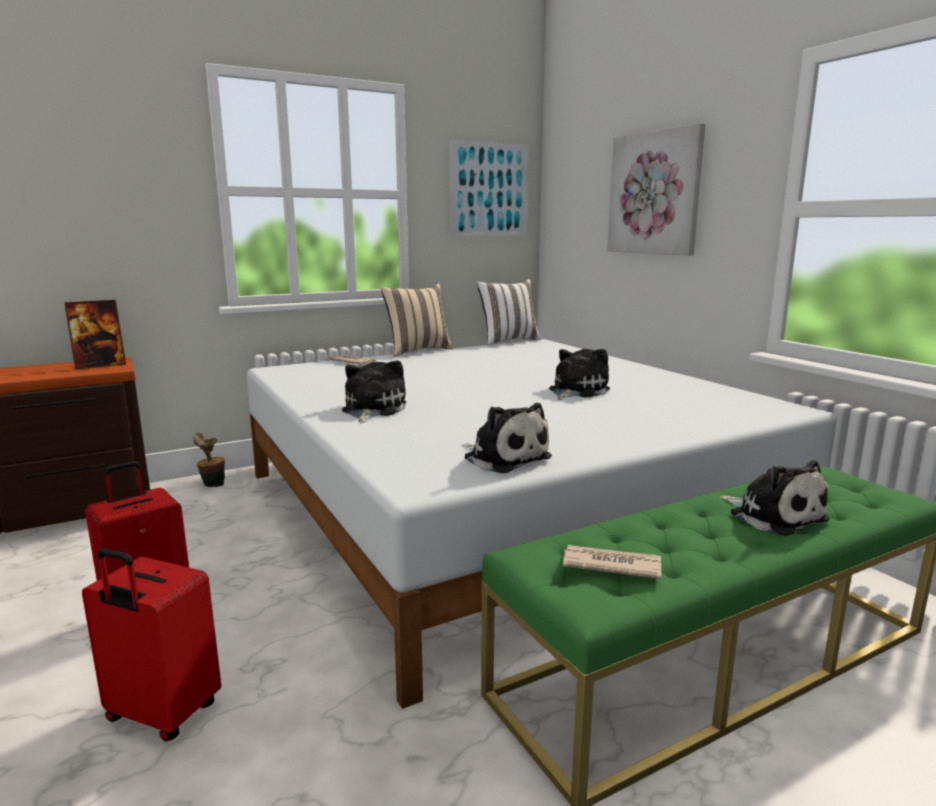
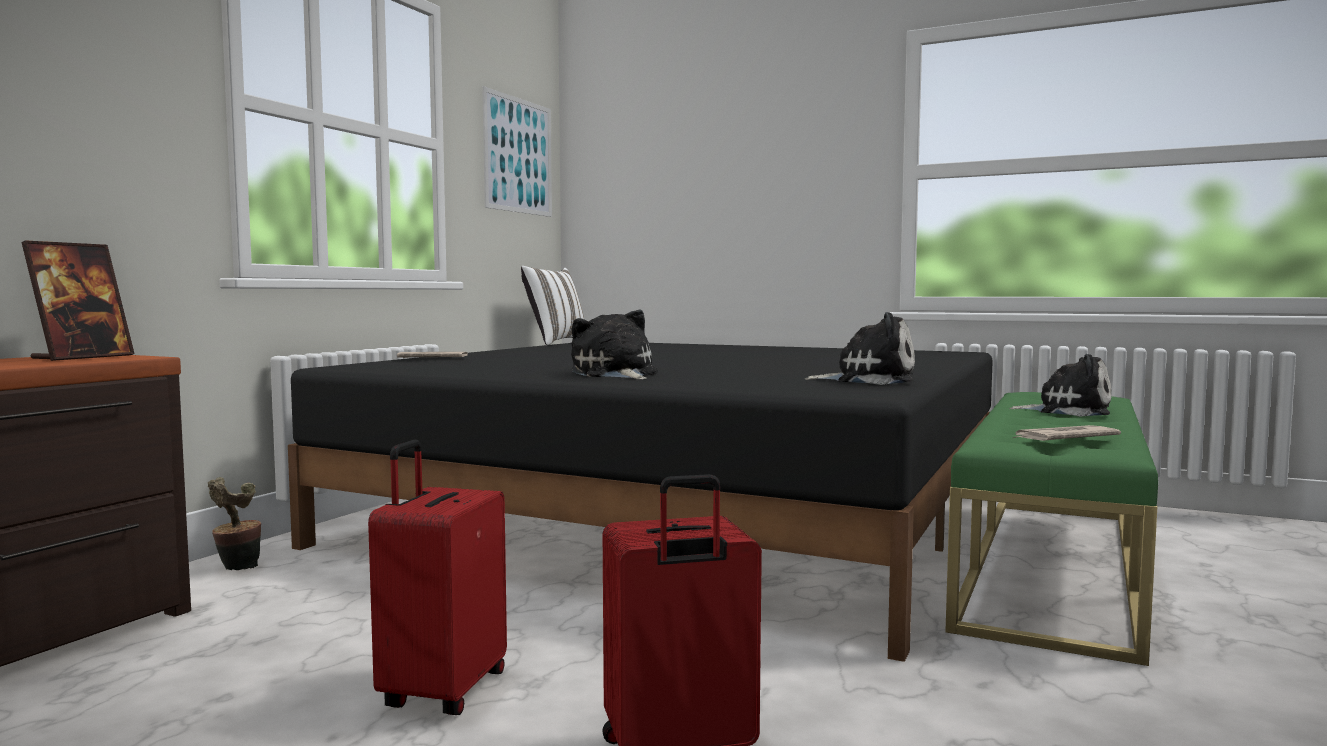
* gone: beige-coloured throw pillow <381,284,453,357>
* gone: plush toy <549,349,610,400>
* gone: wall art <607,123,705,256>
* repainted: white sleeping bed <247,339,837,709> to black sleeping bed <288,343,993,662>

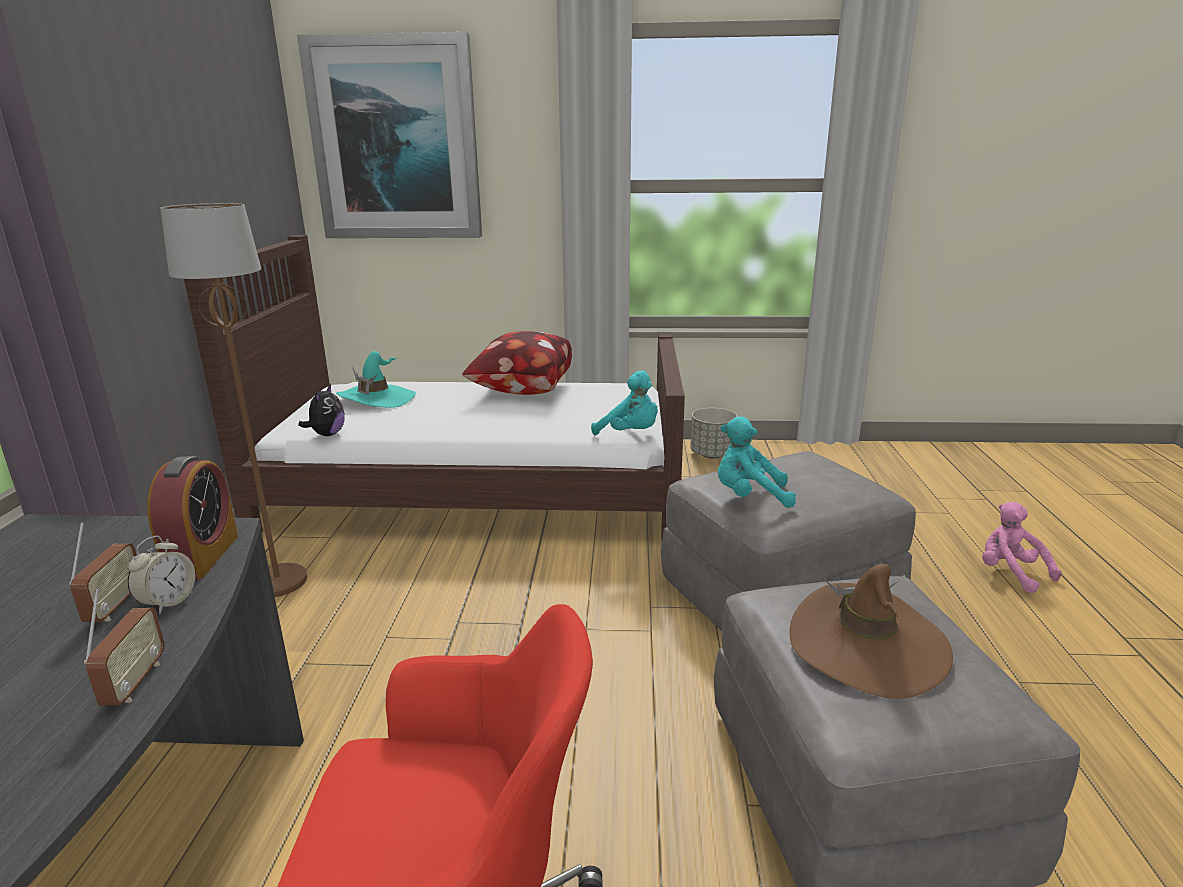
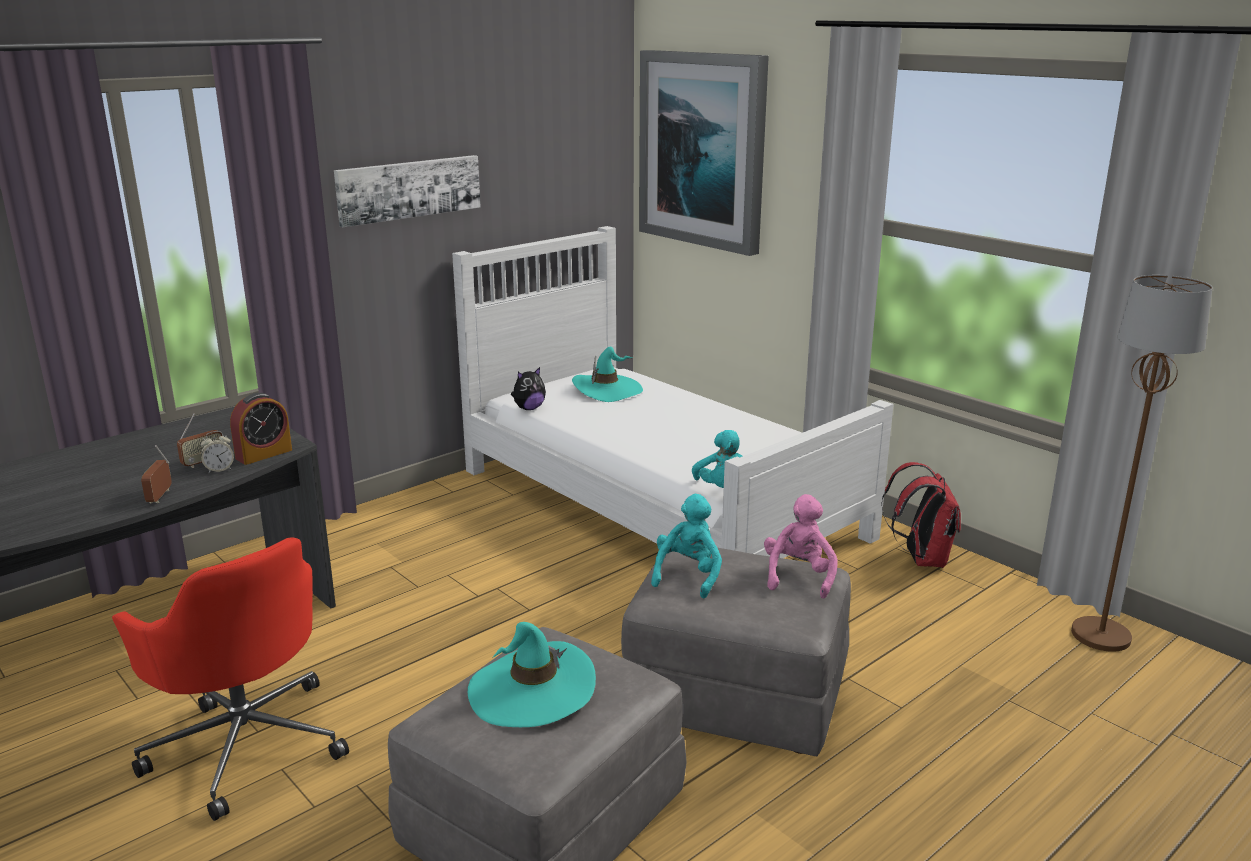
* gone: throw pillow <462,331,572,395>
* new: wall art <334,155,481,227>
* shifted: brown-coloured standing lamp <160,203,307,597> to <1071,275,1213,652>
* shifted: pinkish plush toy <982,502,1062,593> to <764,494,838,599>
* swapped: greyish planter <690,408,738,459> to red backpack <881,462,961,568>
* repainted: brown-coloured sleeping bed <184,235,685,541> to white sleeping bed <452,226,894,558>
* repainted: brown-coloured wearable hat <790,564,953,699> to blue-green wearable hat <468,622,596,727>
* rotated: radio set <84,589,165,706> = <141,445,172,503> 135 degrees clockwise
* rotated: blue-green plush toy <718,416,796,508> = <651,494,722,598> 60 degrees clockwise

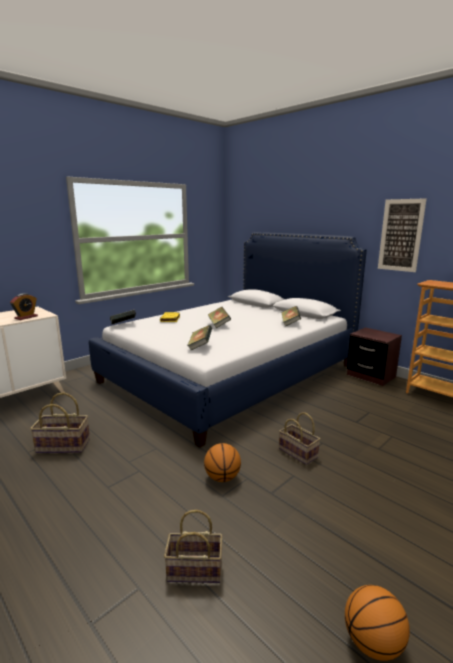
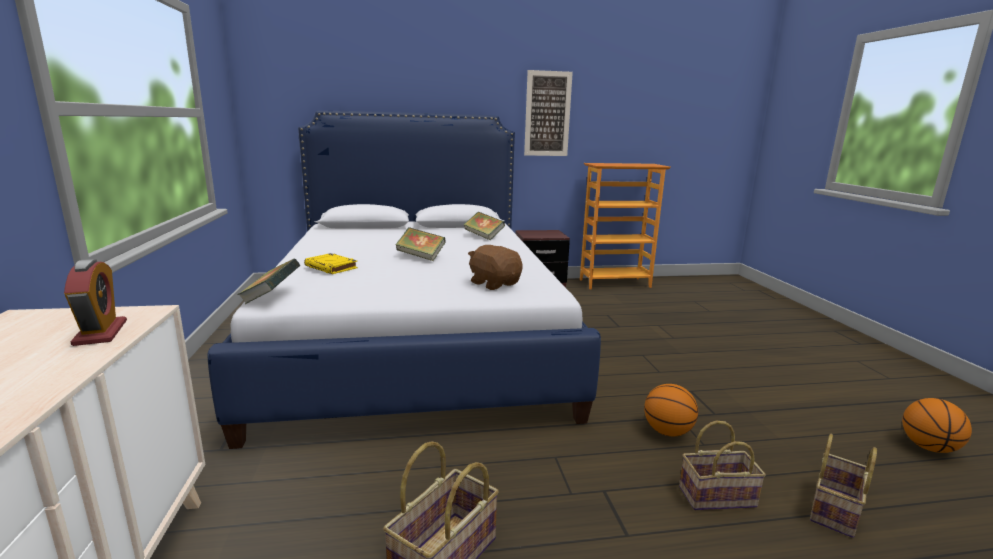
* shifted: storage basket <279,412,320,465> to <679,420,766,510>
* swapped: book <187,325,212,350> to brown-coloured plush toy <468,245,523,290>

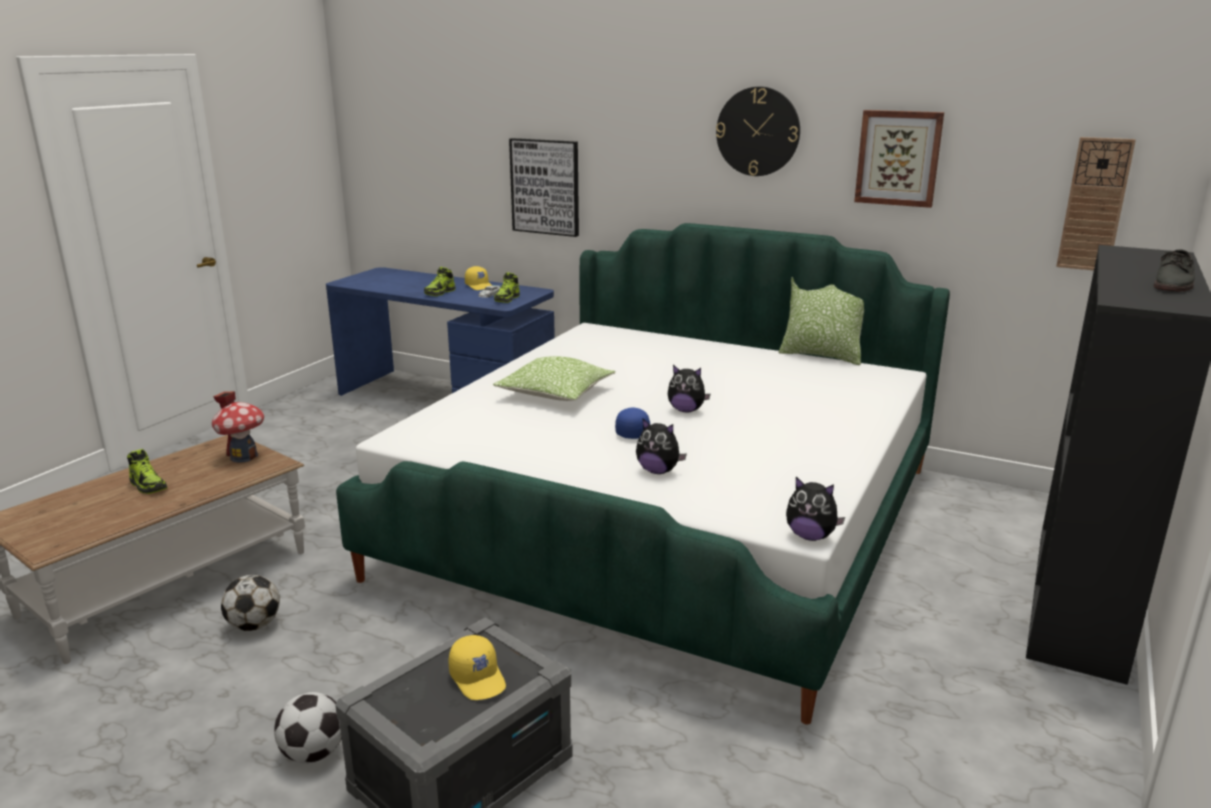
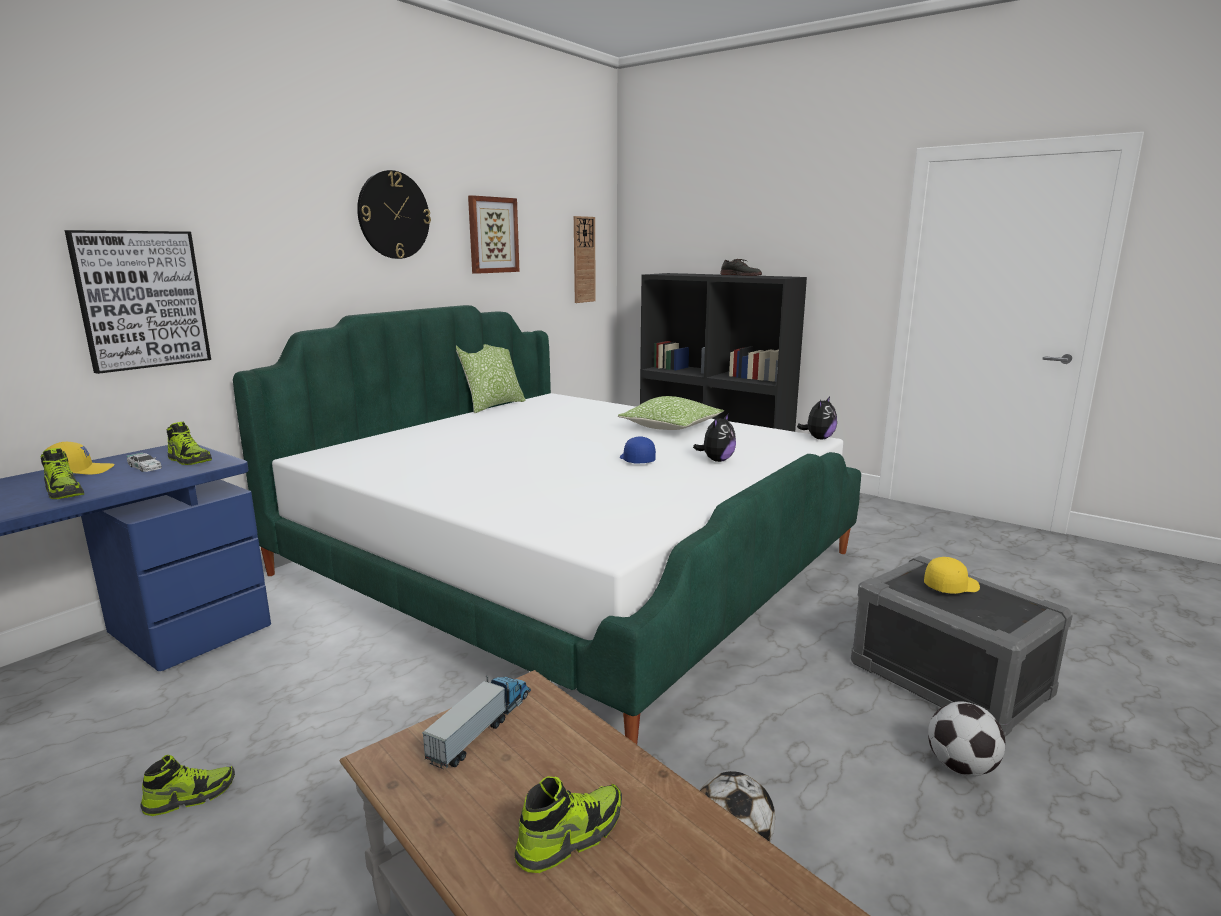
* gone: plush toy <668,365,710,412>
* new: shoe <141,755,235,816>
* shifted: throw pillow <493,356,616,401> to <618,396,724,430>
* swapped: miniature house <212,391,264,463> to toy truck <422,676,531,769>

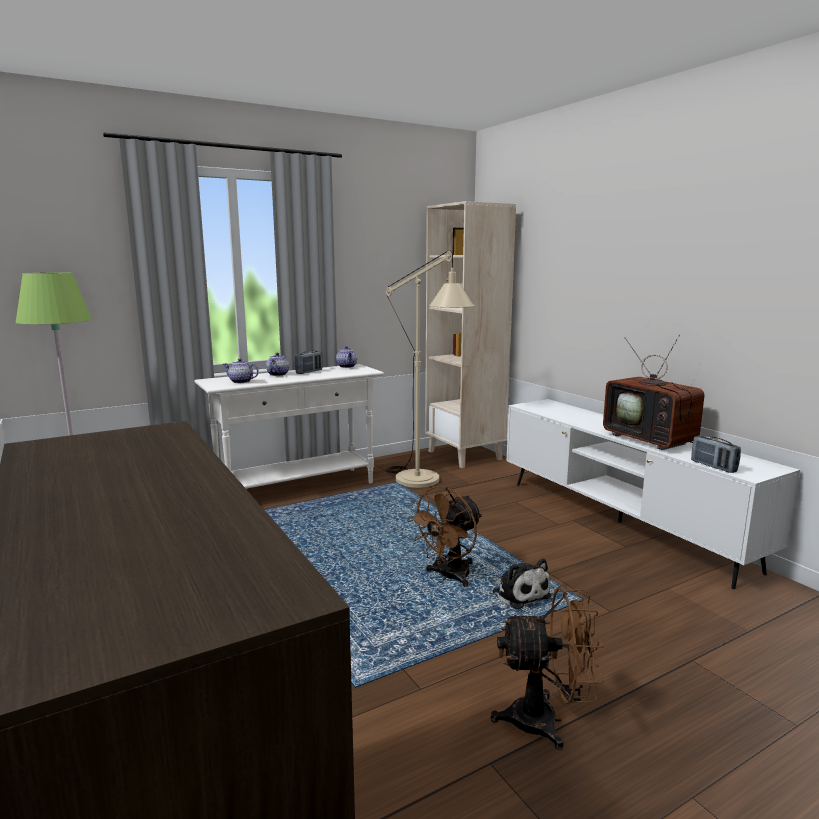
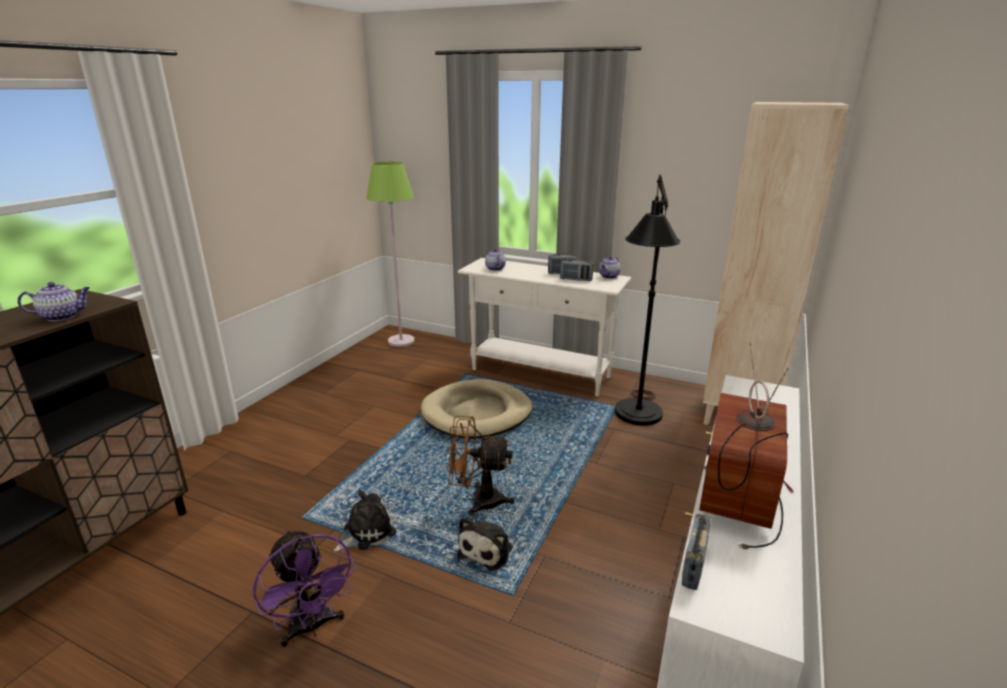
* new: plush toy <334,490,397,552>
* new: beige-coloured pet bed <421,379,532,439>
* new: radio set <560,259,593,281>
* shifted: tea pot <266,353,289,376> to <17,282,90,321>
* repainted: beige-coloured standing lamp <386,250,475,488> to black standing lamp <615,174,680,426>
* repainted: brown-coloured electric fan <490,587,603,750> to purple electric fan <253,530,357,647>

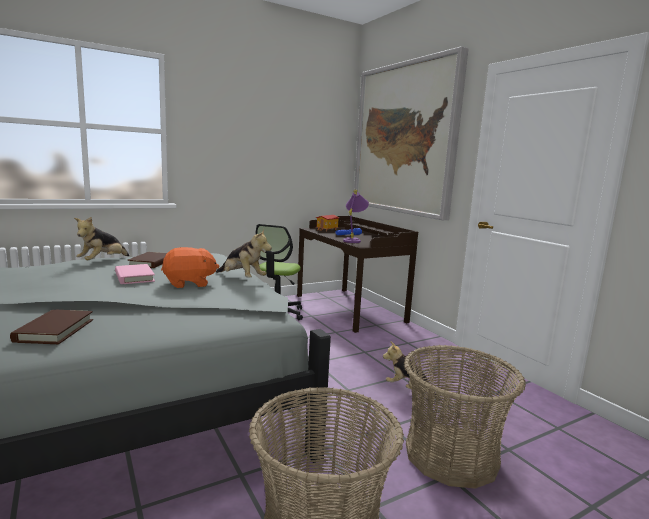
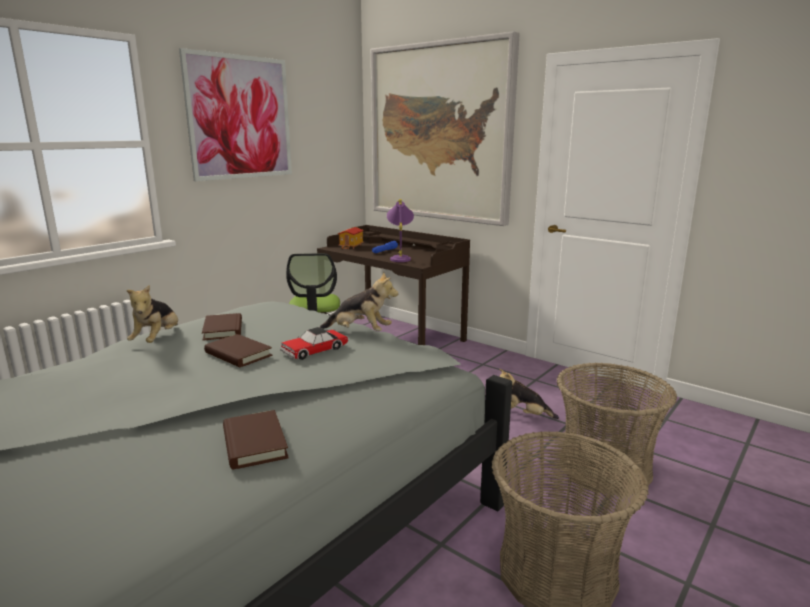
* new: wall art <179,48,292,181>
* swapped: orange-coloured plush toy <161,247,220,288> to miniature car <280,327,348,360>
* repainted: pinkish book <115,264,155,284> to brown-coloured book <204,334,272,367>

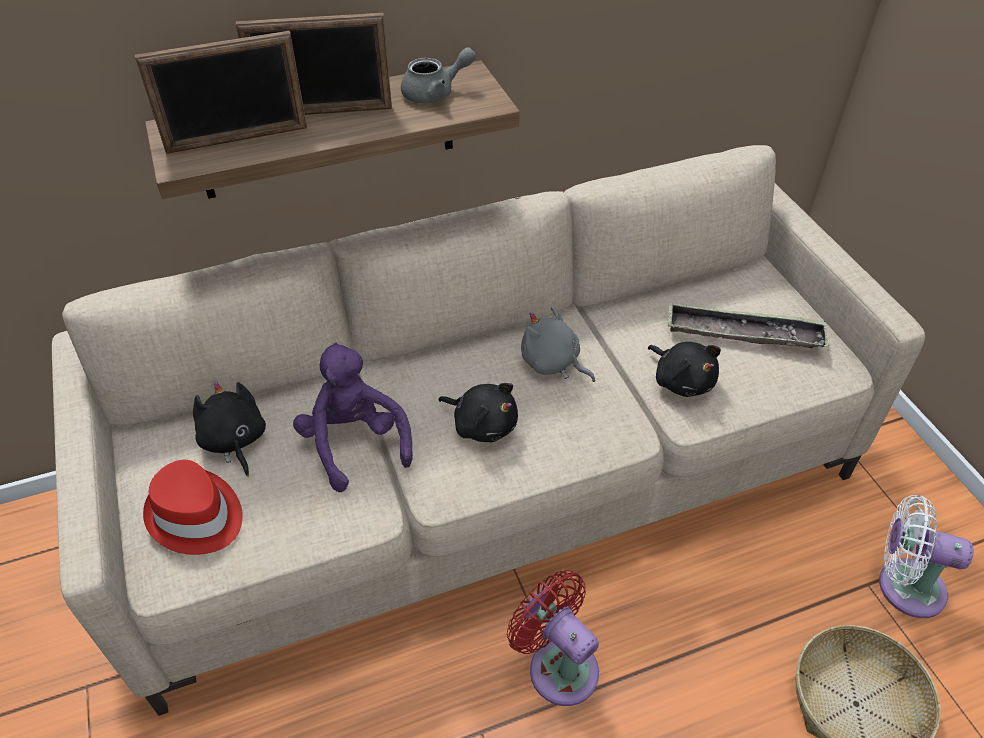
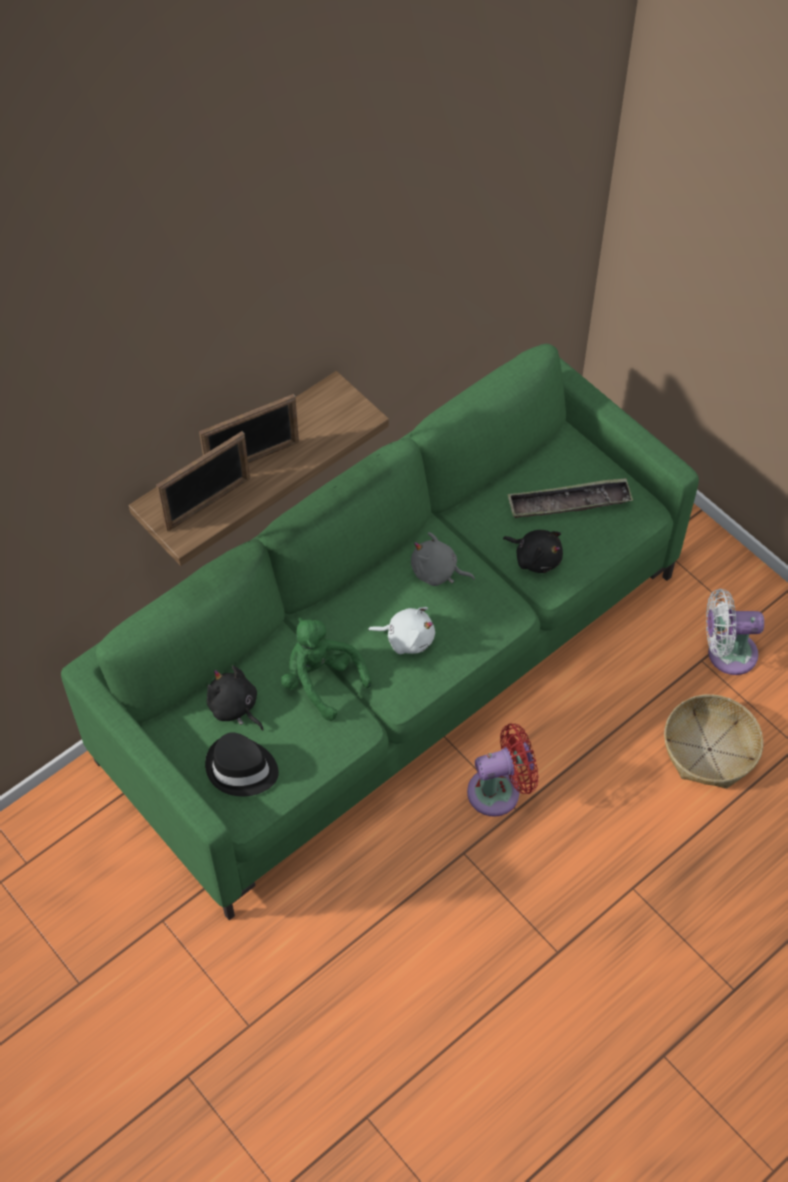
* gone: greyish tea pot <401,47,476,103>
* repainted: beige-coloured settee <52,145,925,716> to green-coloured settee <61,344,699,920>
* repainted: red wearable hat <143,460,243,555> to black wearable hat <205,732,279,797>
* repainted: purple plush toy <293,343,413,492> to green-coloured plush toy <281,618,371,721>
* repainted: black plush toy <438,383,518,442> to white plush toy <368,607,435,654>
* rotated: red electric fan <507,570,599,706> = <467,723,538,817> 135 degrees clockwise

